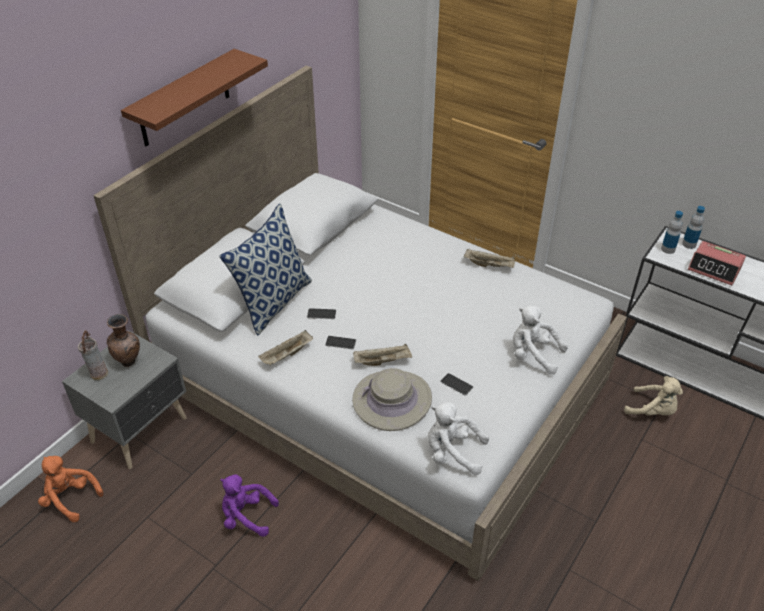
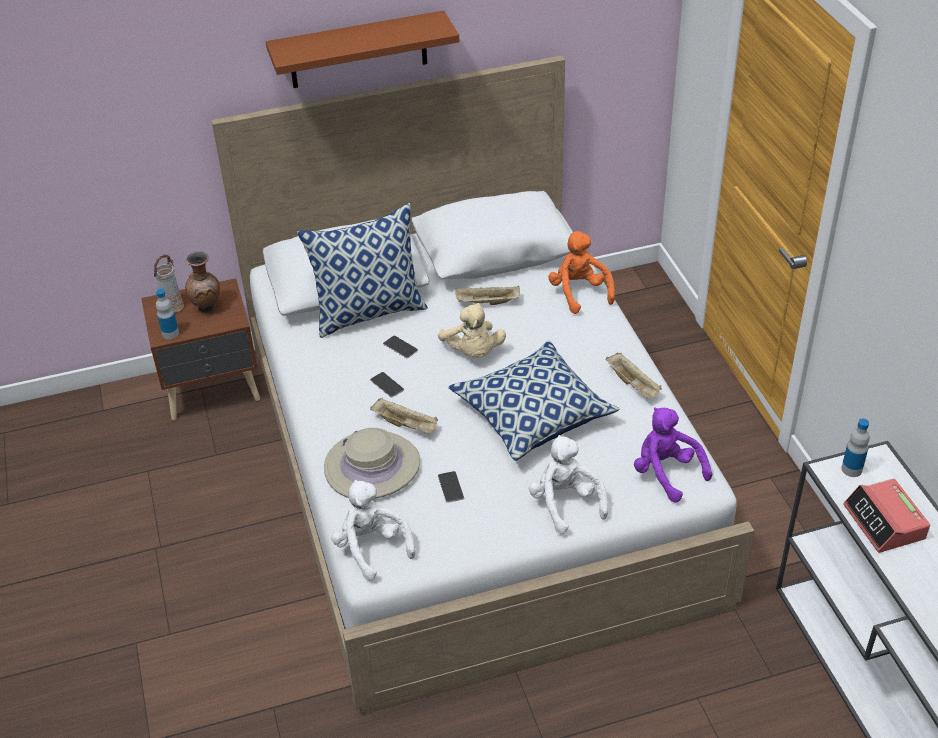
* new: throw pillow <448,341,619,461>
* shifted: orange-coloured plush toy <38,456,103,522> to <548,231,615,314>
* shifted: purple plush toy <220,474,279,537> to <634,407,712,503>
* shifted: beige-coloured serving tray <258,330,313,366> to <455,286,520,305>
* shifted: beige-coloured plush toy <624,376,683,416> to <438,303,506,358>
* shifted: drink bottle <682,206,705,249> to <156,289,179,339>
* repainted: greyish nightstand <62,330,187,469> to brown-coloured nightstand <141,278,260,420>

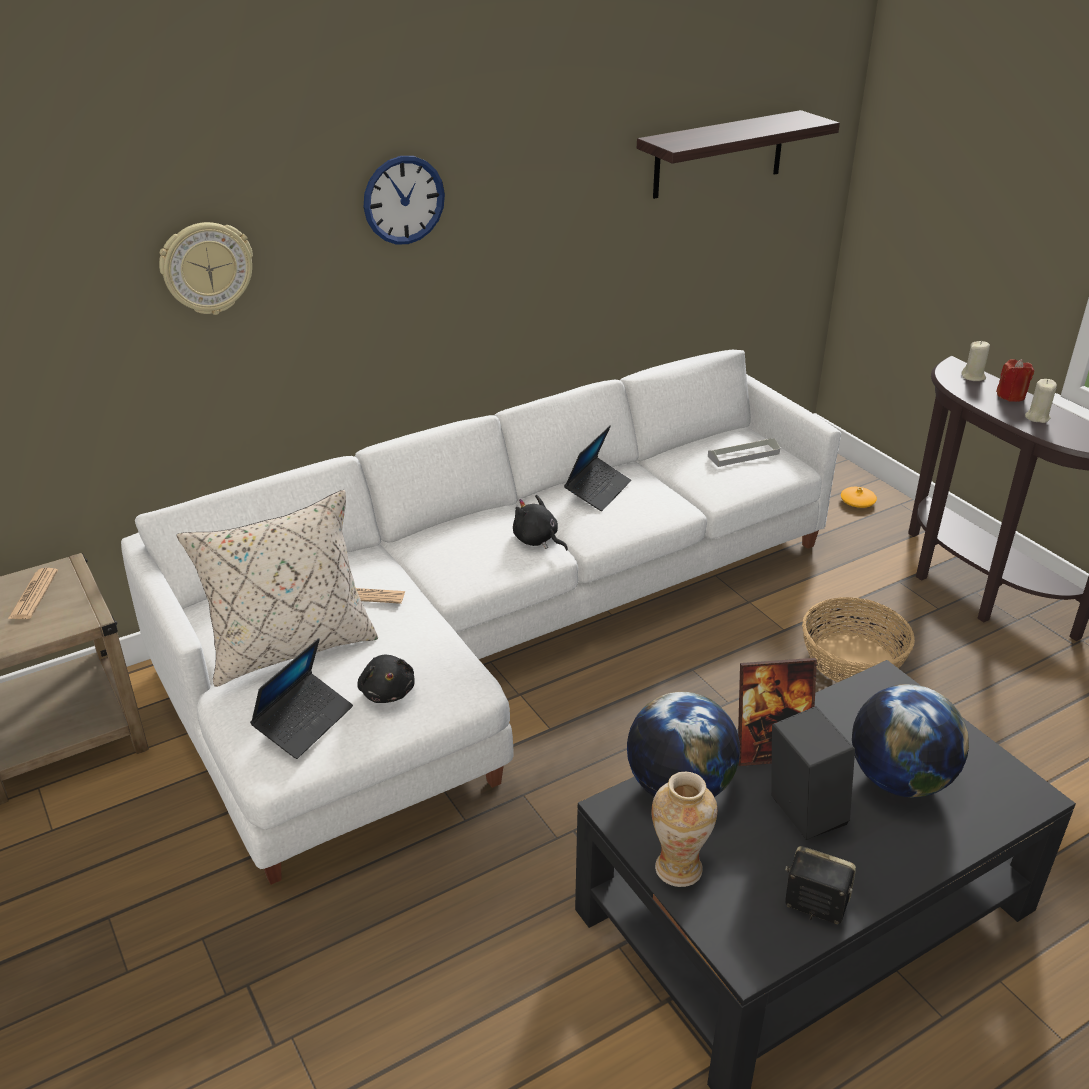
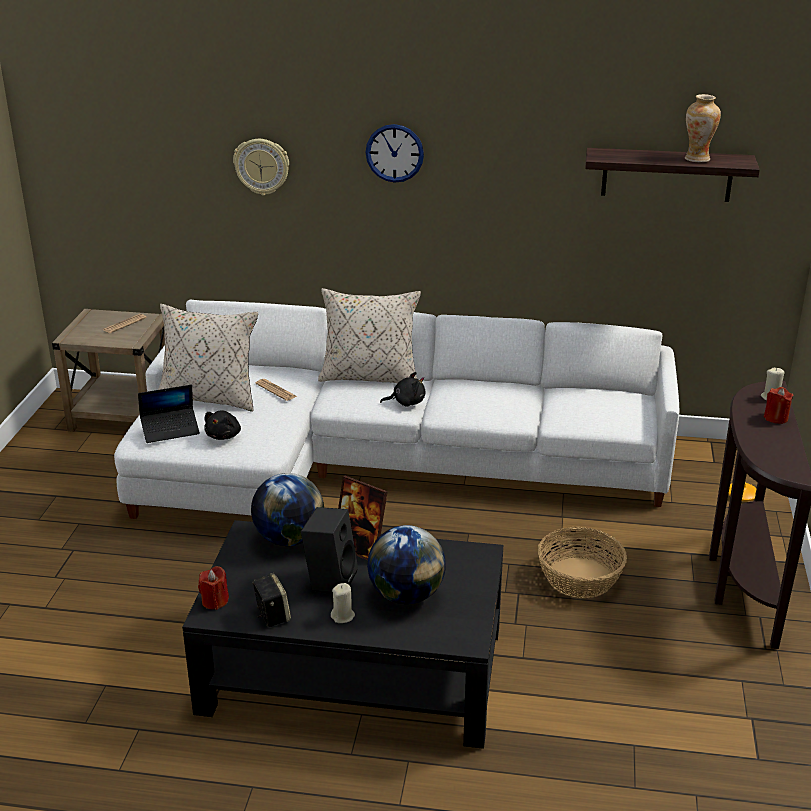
* gone: laptop <564,425,631,511>
* gone: greyish serving tray <708,438,780,467>
* new: red wax candle <198,566,229,610>
* new: beige-coloured throw pillow <318,288,421,383>
* shifted: vase <652,772,717,887> to <685,94,721,162>
* shifted: beige-coloured wax candle <1025,379,1057,423> to <331,583,355,623>
* rotated: black plush toy <513,495,568,551> = <380,372,426,407> 90 degrees clockwise

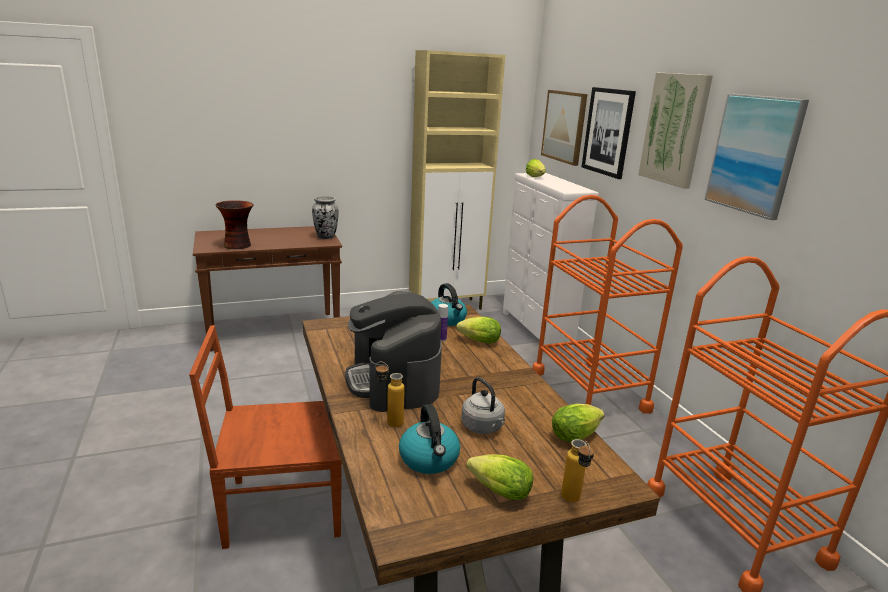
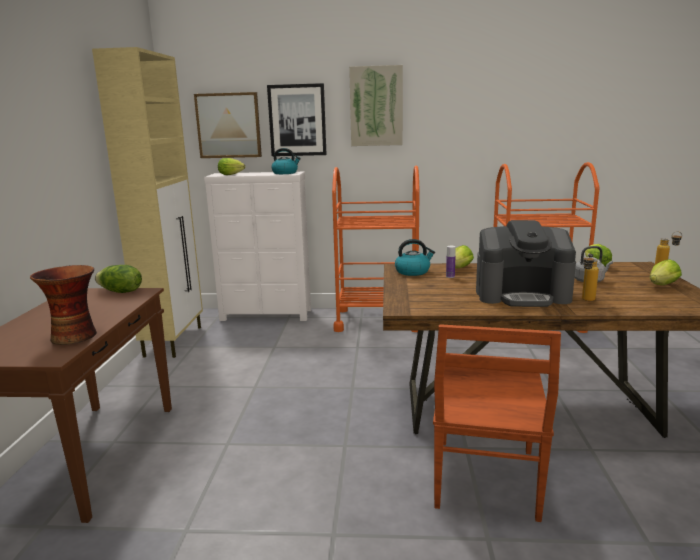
* gone: wall art <704,93,809,220>
* shifted: kettle <399,404,460,474> to <272,148,301,174>
* swapped: vase <312,196,339,239> to head of lettuce <95,265,142,293>

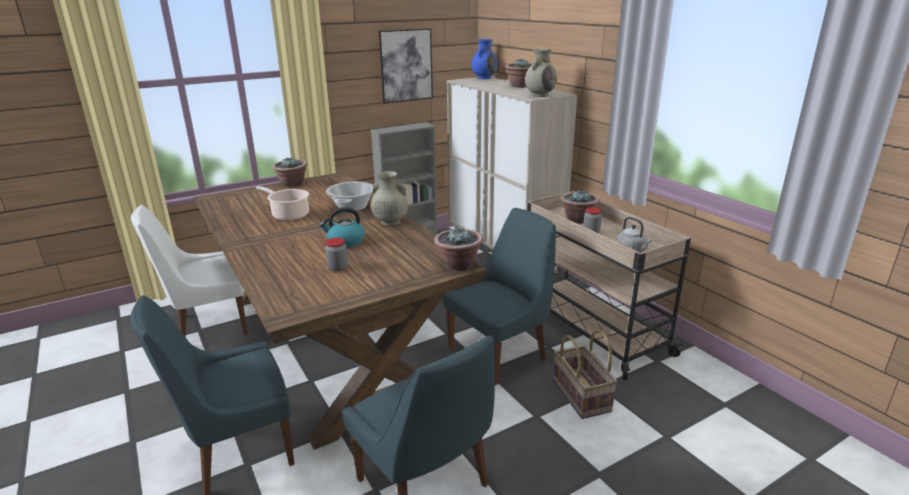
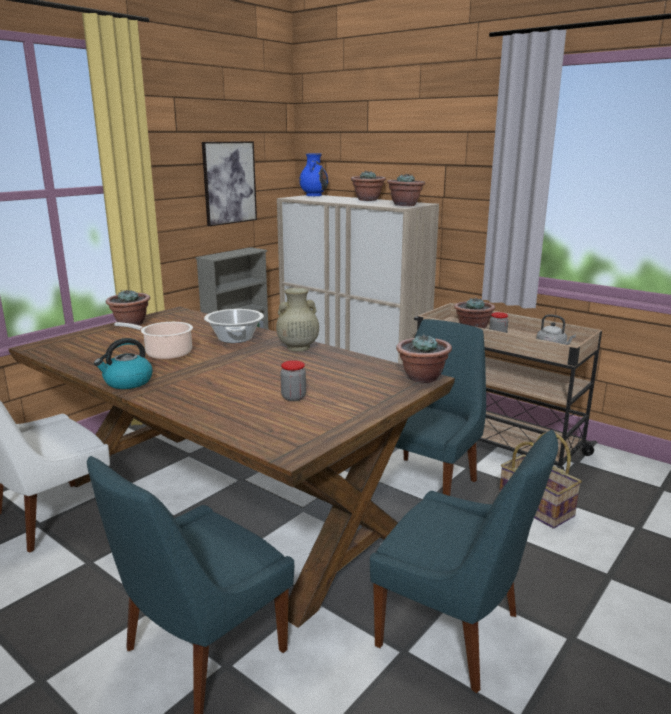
* shifted: kettle <319,207,365,247> to <94,338,152,389>
* swapped: beige-coloured vase <525,49,557,97> to plant in a pot <387,173,425,206>

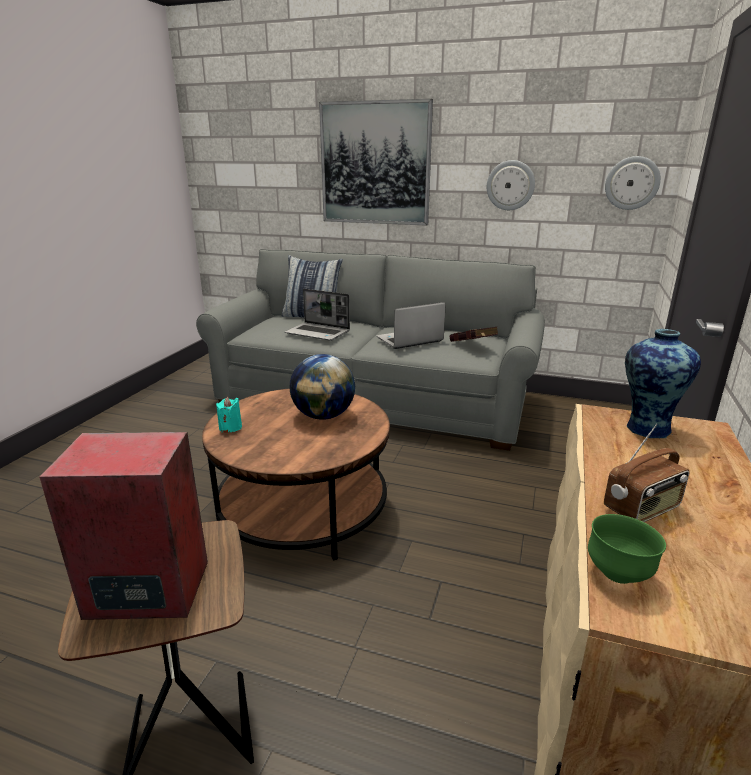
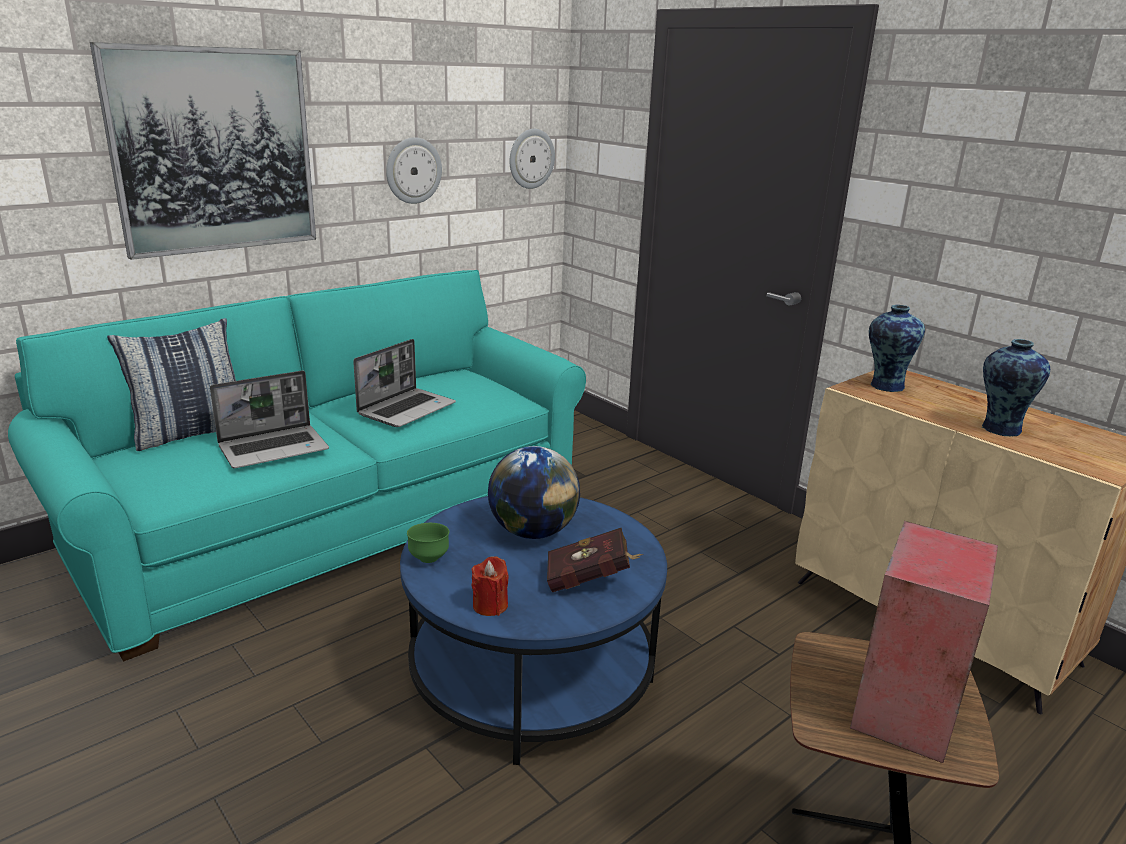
* shifted: red book <450,327,498,342> to <547,528,643,592>
* shifted: green-coloured bowl <588,514,666,584> to <407,523,449,563>
* swapped: radio set <604,424,689,522> to vase <982,339,1050,436>
* repainted: greyish settee <196,249,545,451> to blue-green settee <8,270,586,661>
* repainted: brown-coloured coffee table <202,388,390,561> to blue-coloured coffee table <400,496,667,765>
* repainted: blue-green wax candle <216,397,242,433> to red wax candle <472,556,509,616>
* rotated: laptop <376,302,446,349> = <353,339,456,427> 150 degrees counterclockwise

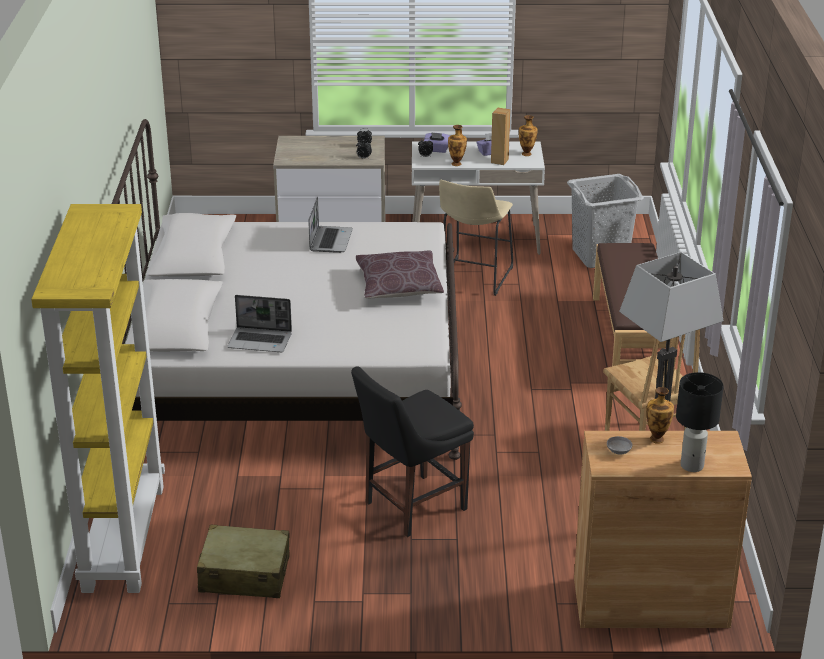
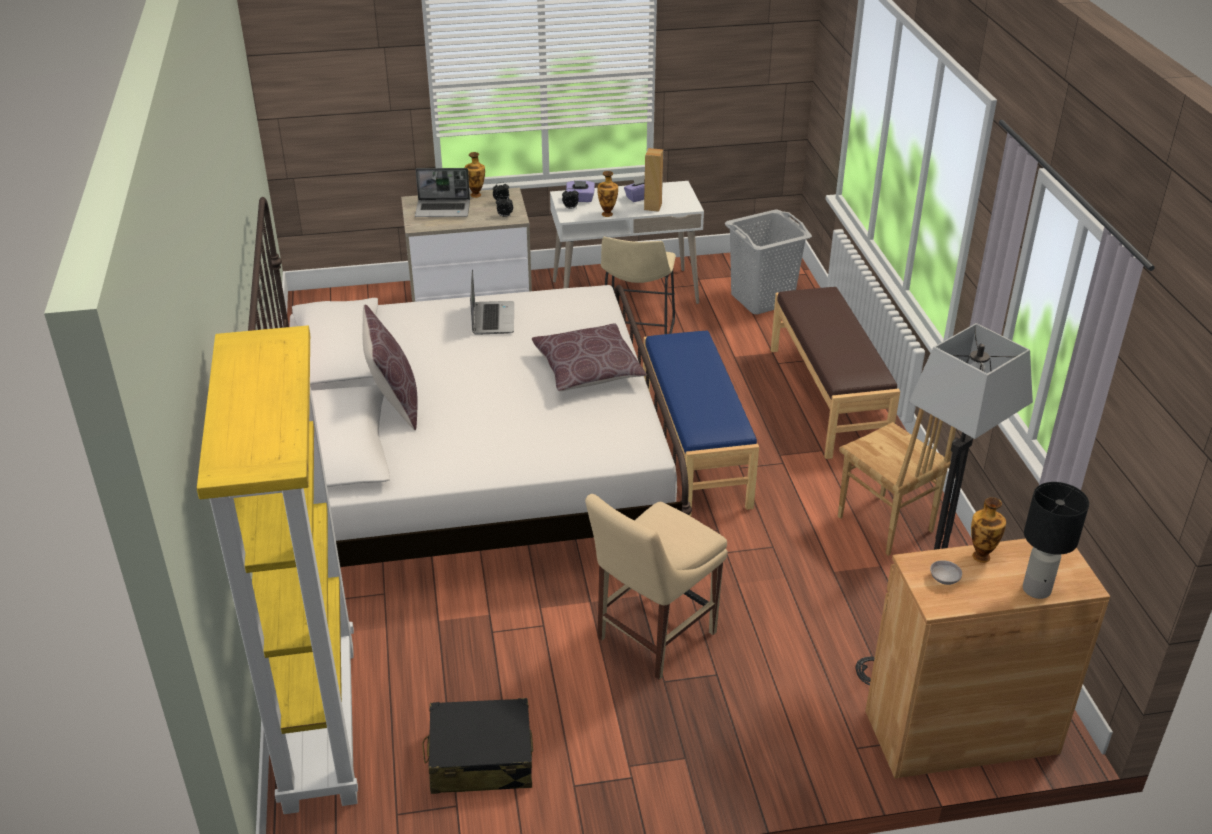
* new: brown-coloured throw pillow <362,305,418,430>
* new: blue-coloured bench <643,331,759,516>
* shifted: laptop <227,295,292,352> to <415,168,470,217>
* shifted: vase <519,115,537,156> to <465,152,485,198>
* repainted: beige-coloured piece of luggage <197,524,290,598> to black piece of luggage <422,698,533,794>
* repainted: black plain chair <351,367,474,537> to beige-coloured plain chair <585,494,728,680>

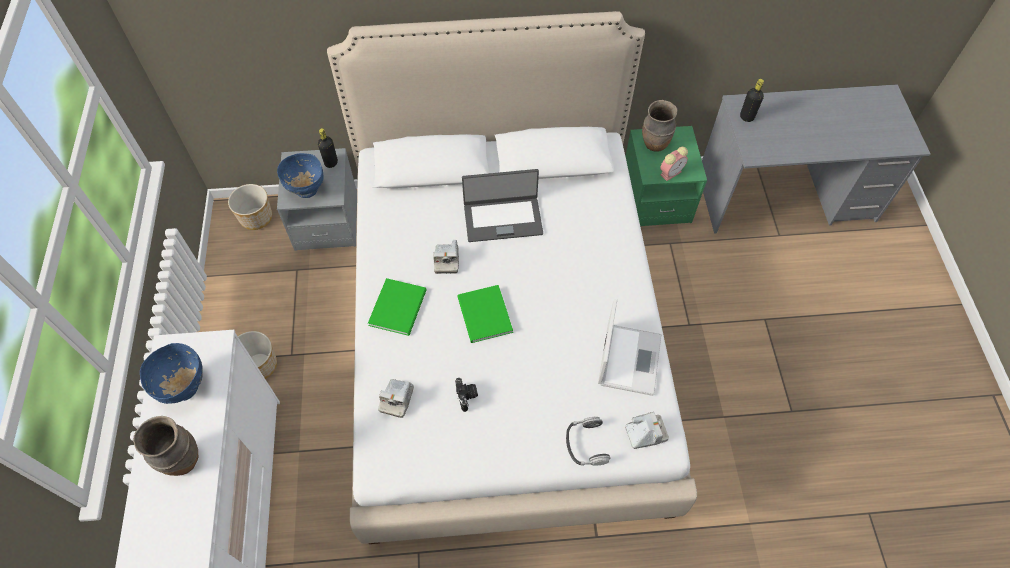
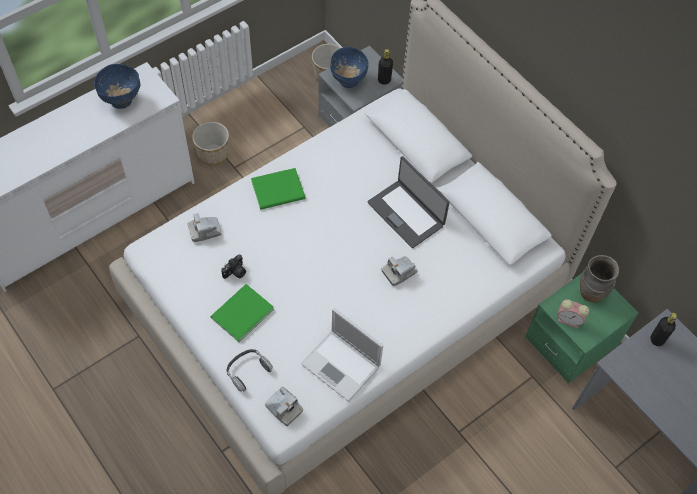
* gone: brown-coloured vase <133,416,198,476>
* shifted: still camera <433,240,459,274> to <382,256,418,286>
* shifted: green-coloured book <457,285,513,343> to <210,284,274,342>
* rotated: laptop <598,299,662,396> = <301,308,383,402> 60 degrees clockwise

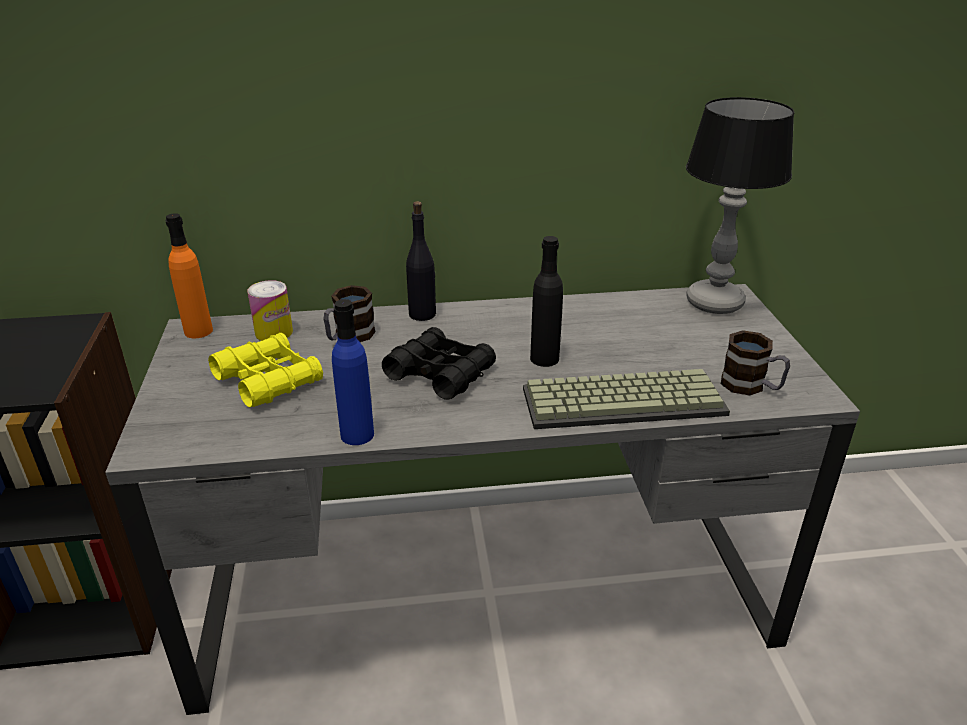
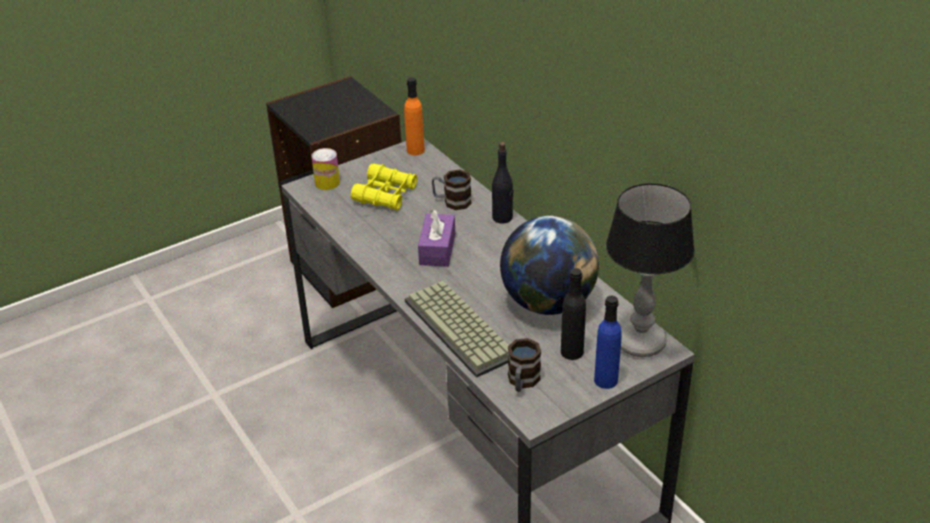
* new: desk globe <500,216,599,315>
* shifted: metal can <247,280,293,341> to <311,148,340,190>
* shifted: blue-coloured drink bottle <332,299,374,445> to <594,295,622,389>
* shifted: black drink bottle <530,236,563,367> to <561,268,586,360>
* swapped: black pair of binoculars <382,327,496,400> to purple tissue box <418,209,455,267>

